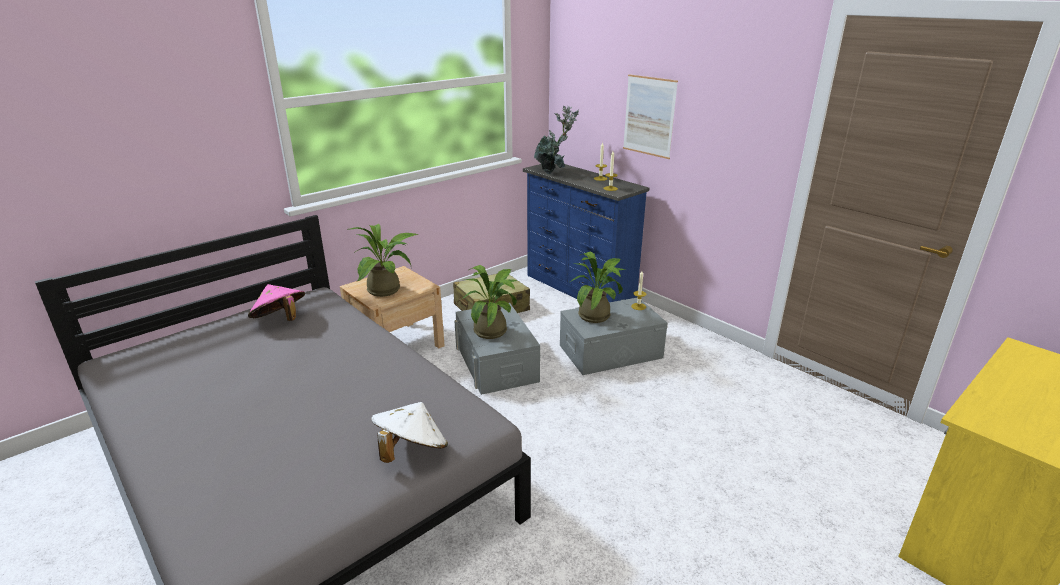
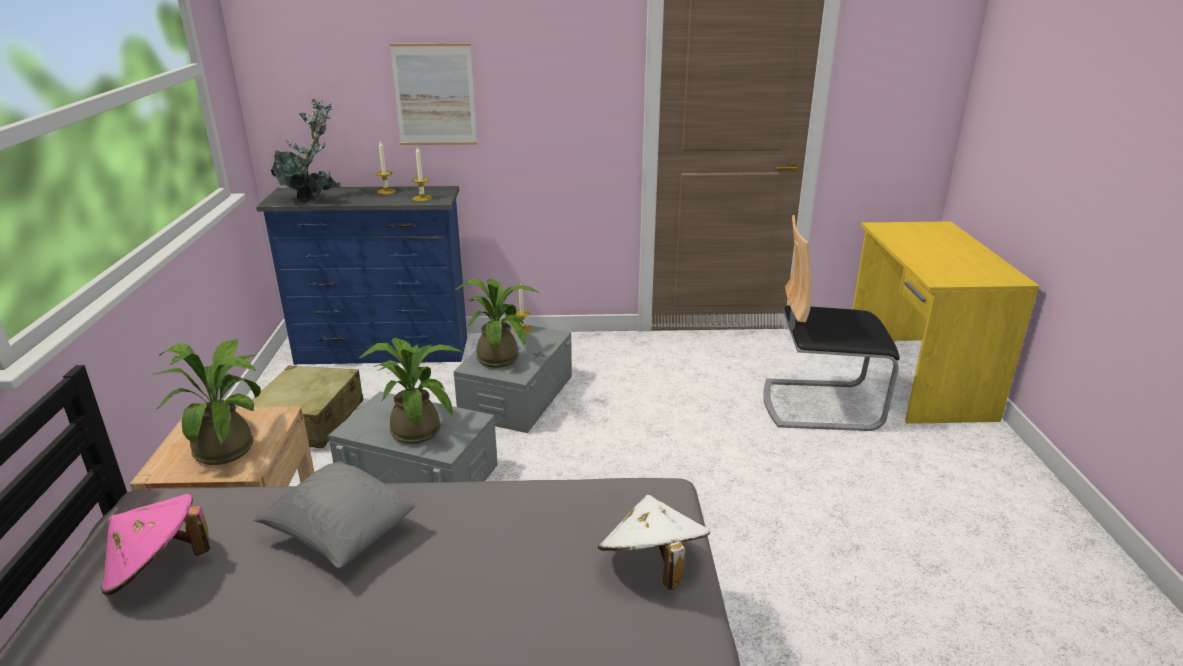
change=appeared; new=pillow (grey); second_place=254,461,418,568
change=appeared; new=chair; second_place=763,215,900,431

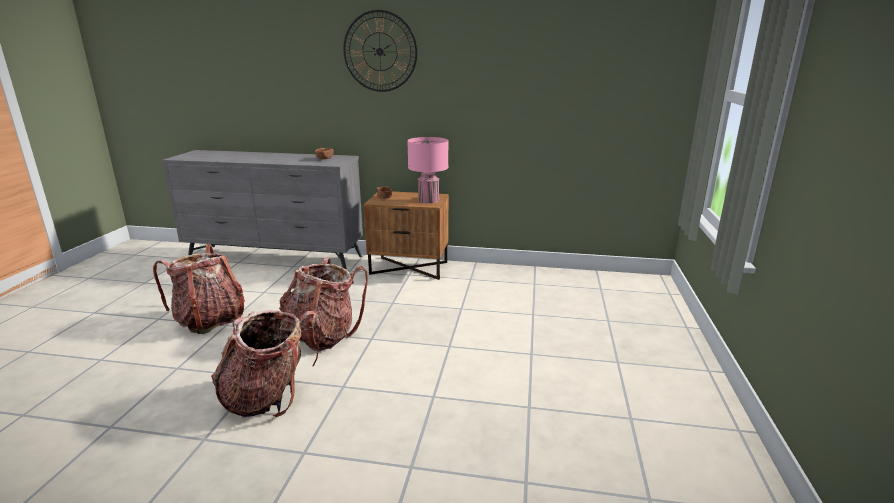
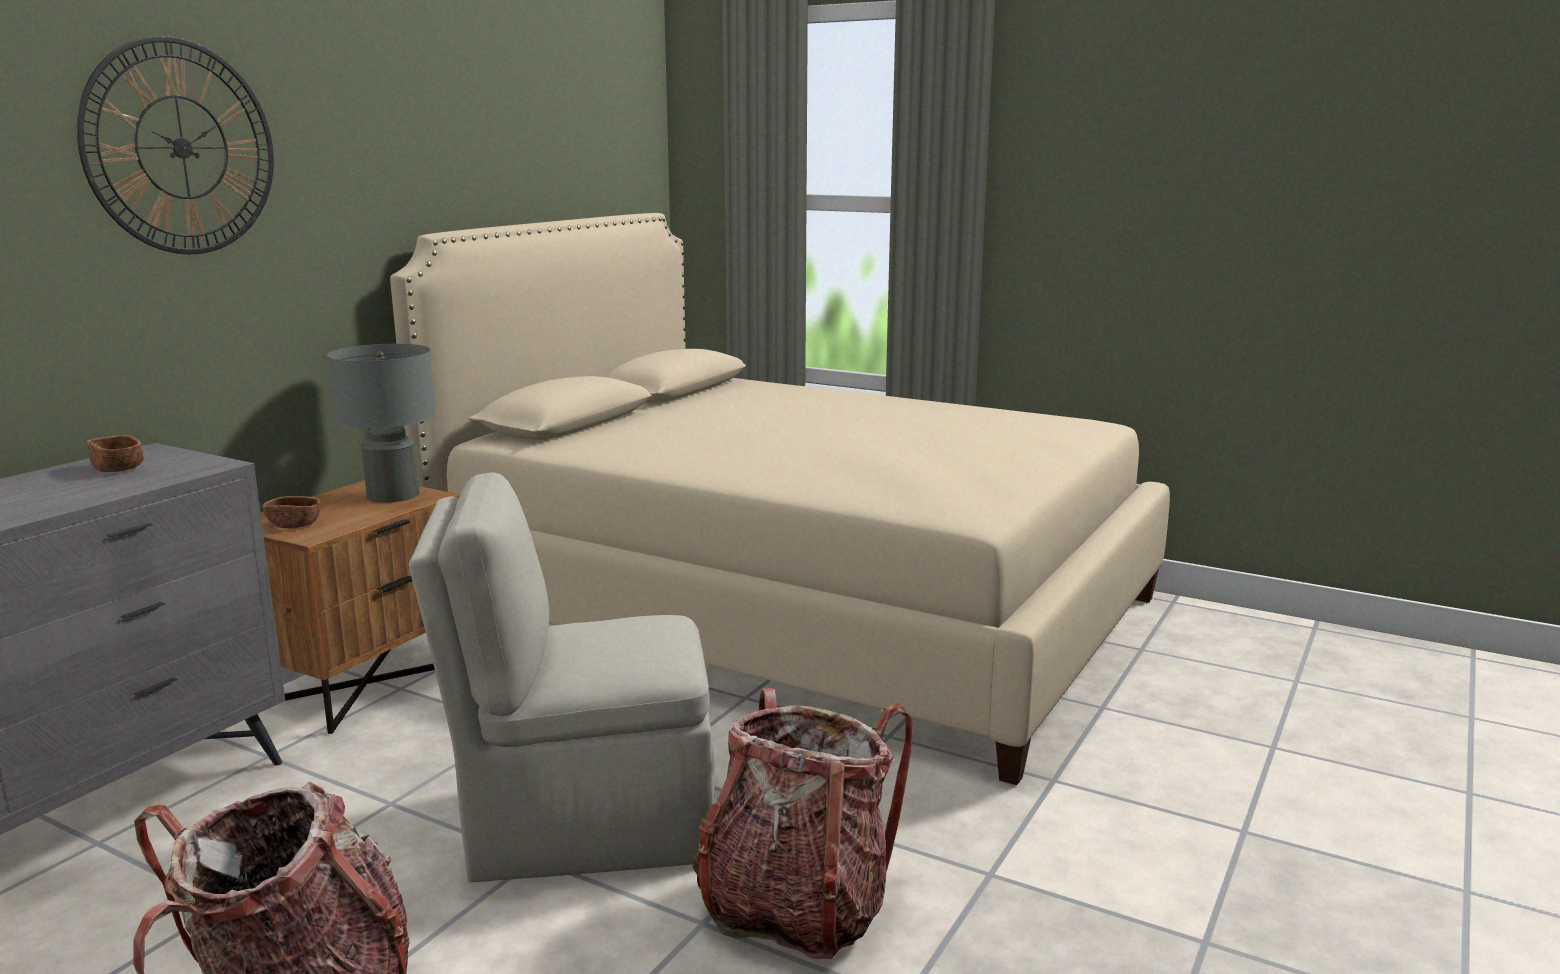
change=colour; old=table lamp (pink); new=table lamp (grey); first_place=407,137,448,204; second_place=327,344,436,503
change=appeared; new=bed (beige); second_place=390,213,1170,785
change=exchanged; old=backpack; new=chair (beige); first_place=279,257,368,352; second_place=409,472,715,882

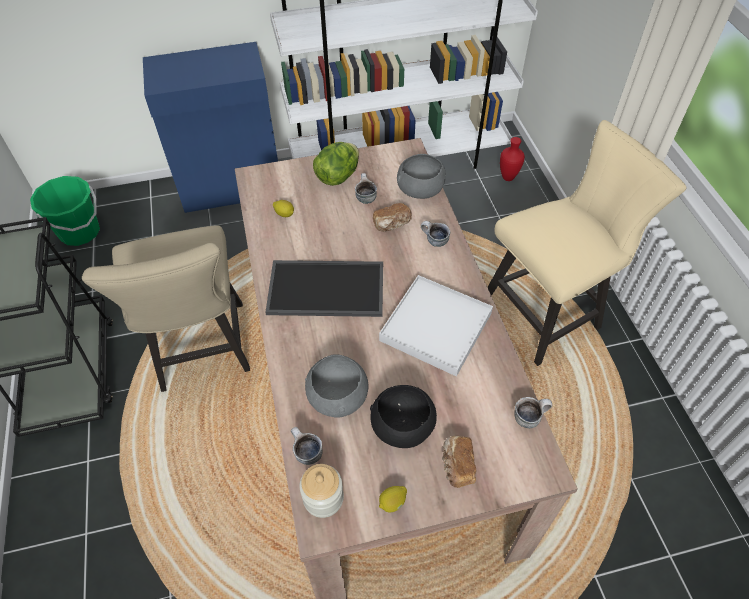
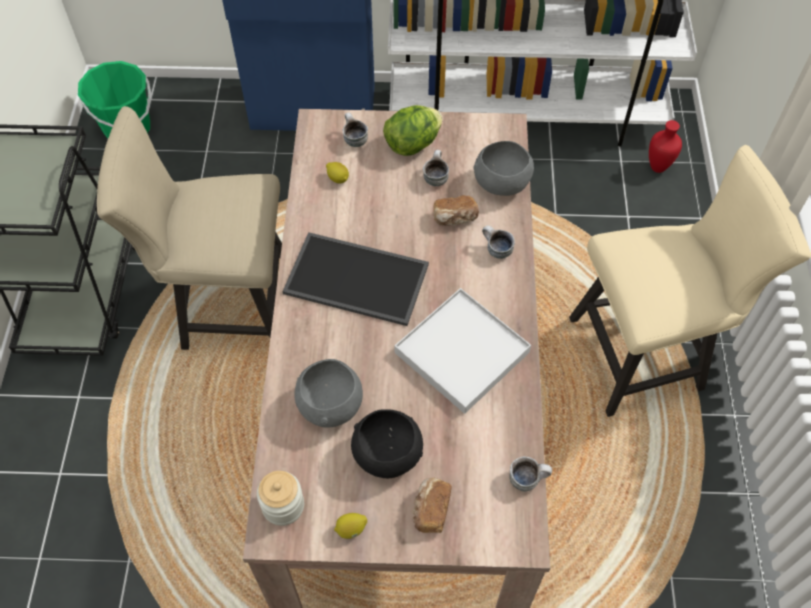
change=spun; old=chair (beige); first_place=82,225,250,392; second_place=97,106,282,350; degrees=90
change=relocated; old=mug; first_place=291,427,323,465; second_place=343,113,368,147

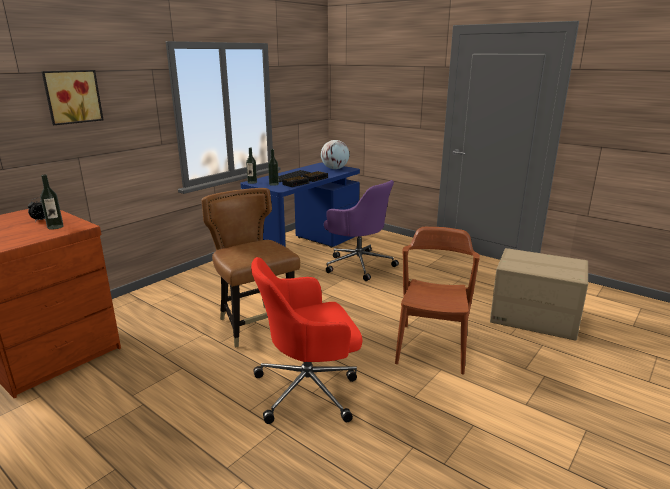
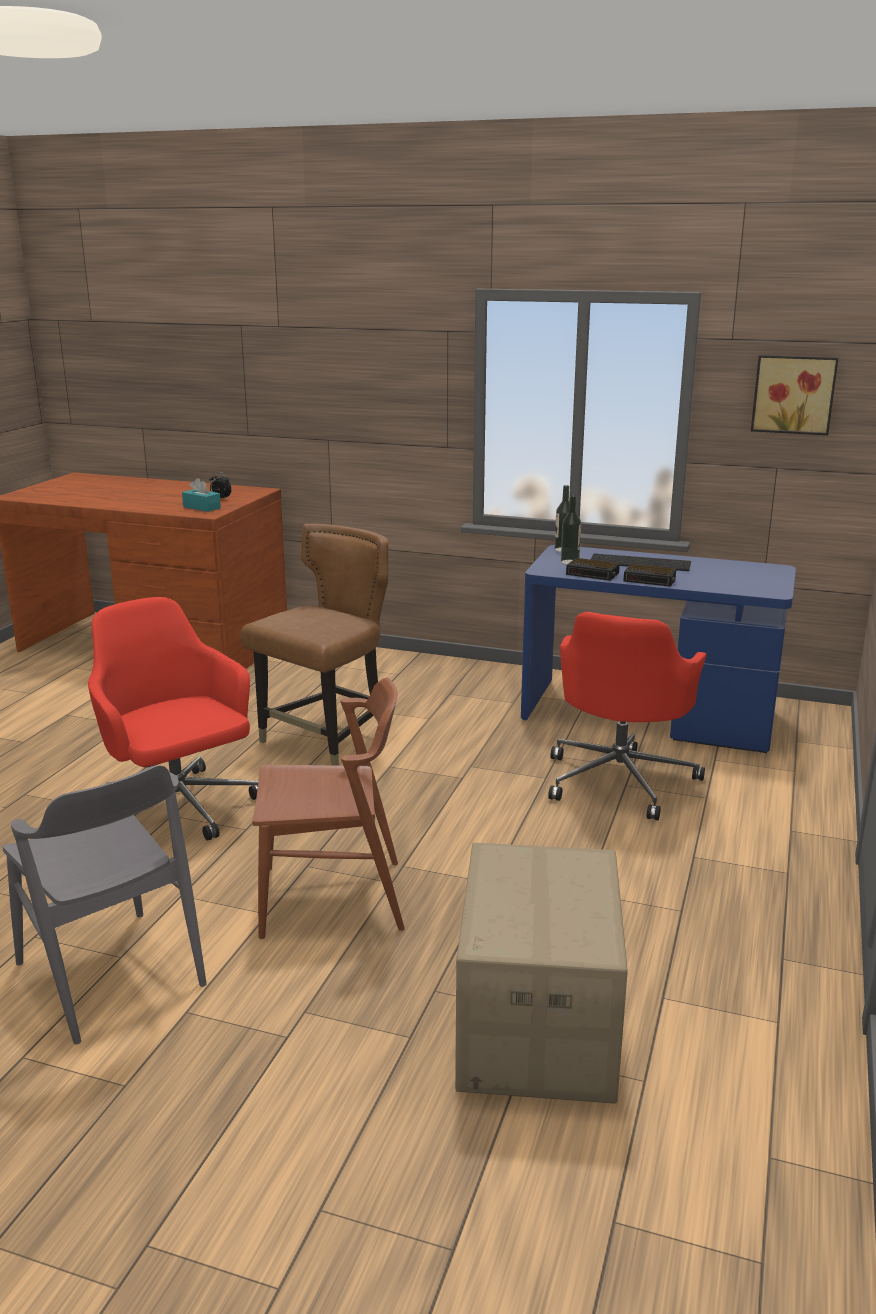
change=appeared; new=chair (grey); second_place=3,765,207,1044
change=exchanged; old=bottle; new=tissue box (turquoise); first_place=40,175,64,230; second_place=182,478,221,512
change=colour; old=office chair (purple); new=office chair (red); first_place=324,180,399,281; second_place=548,612,707,820
change=relocated; old=picture; first_place=41,70,103,125; second_place=751,355,838,435
change=missing; old=globe; first_place=321,140,349,169

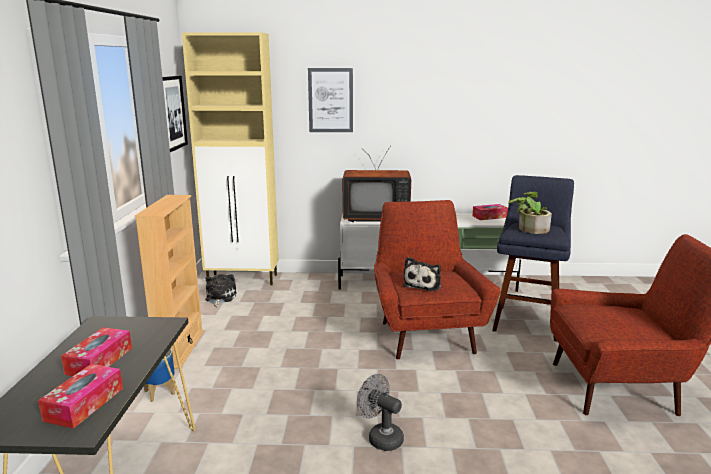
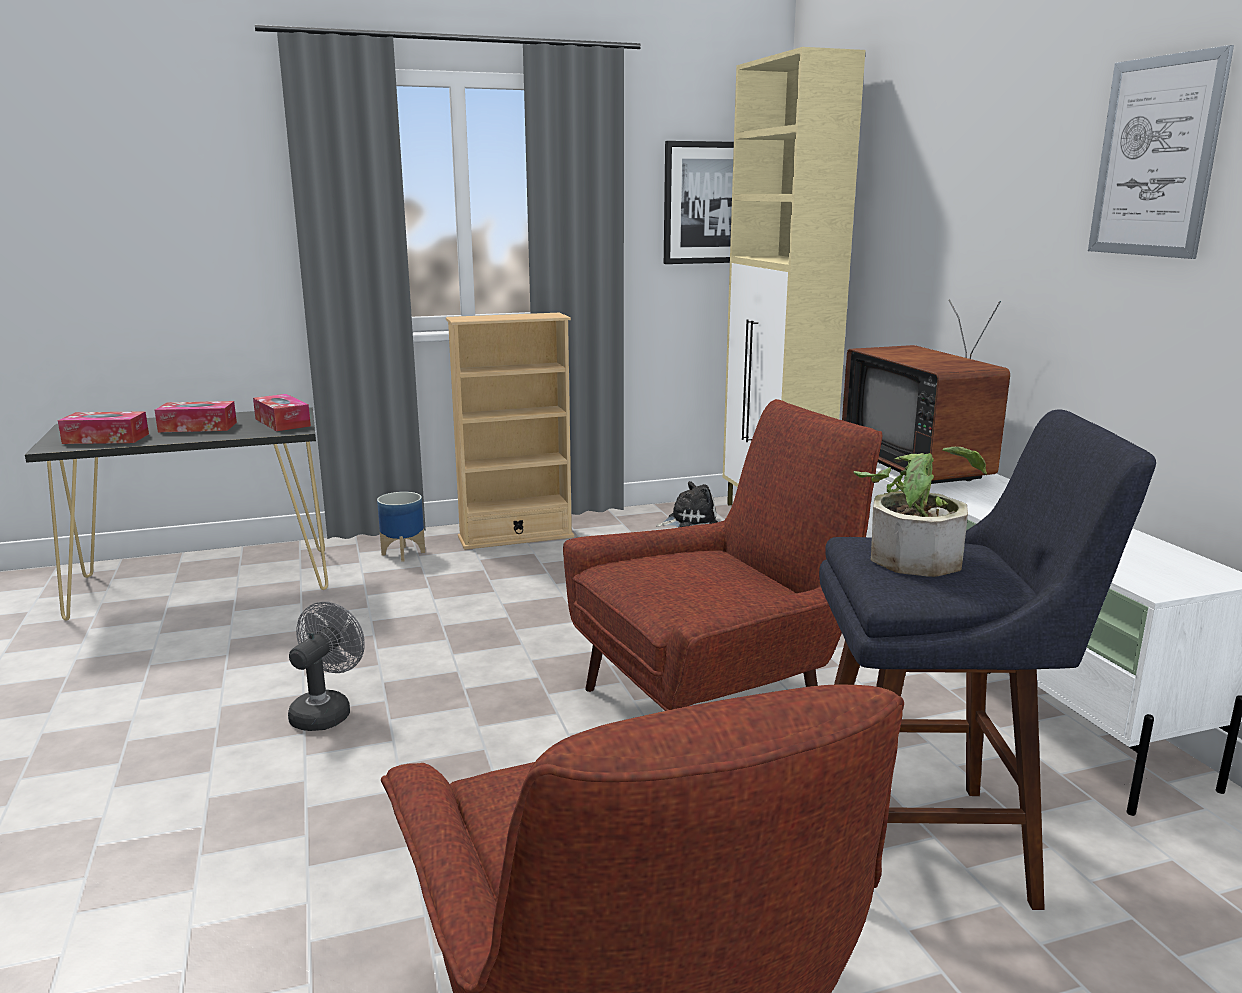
change=relocated; old=tissue box; first_place=473,204,508,220; second_place=253,394,311,431
change=relocated; old=picture; first_place=308,68,353,132; second_place=1088,45,1234,259
change=missing; old=plush toy; first_place=403,257,441,291

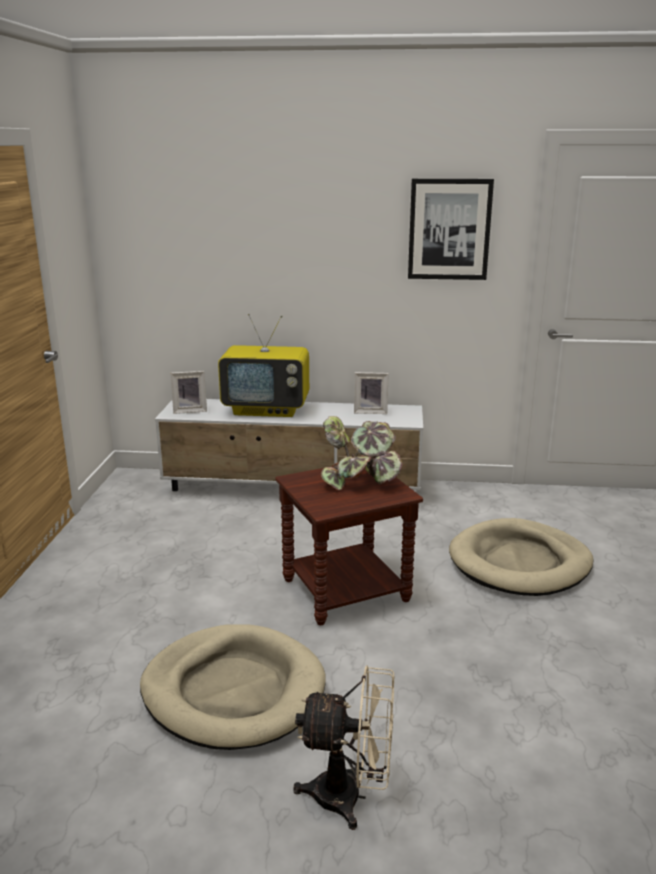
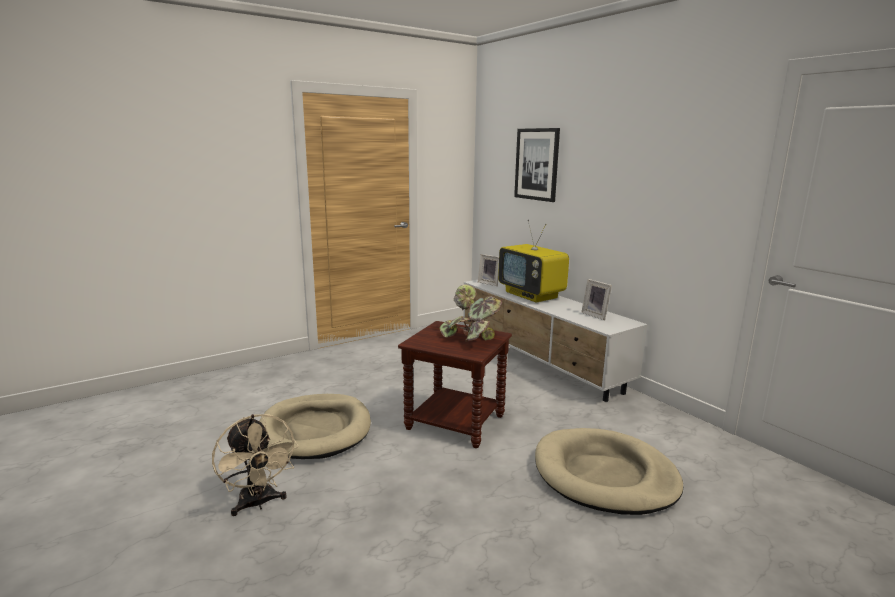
change=relocated; old=picture; first_place=408,179,494,280; second_place=514,128,560,202

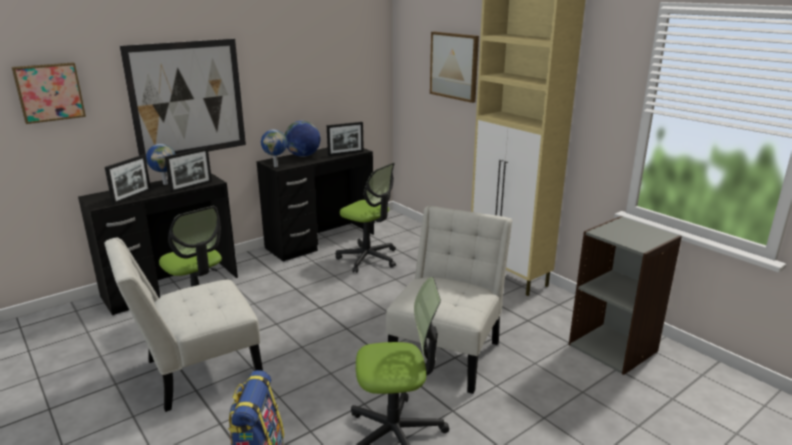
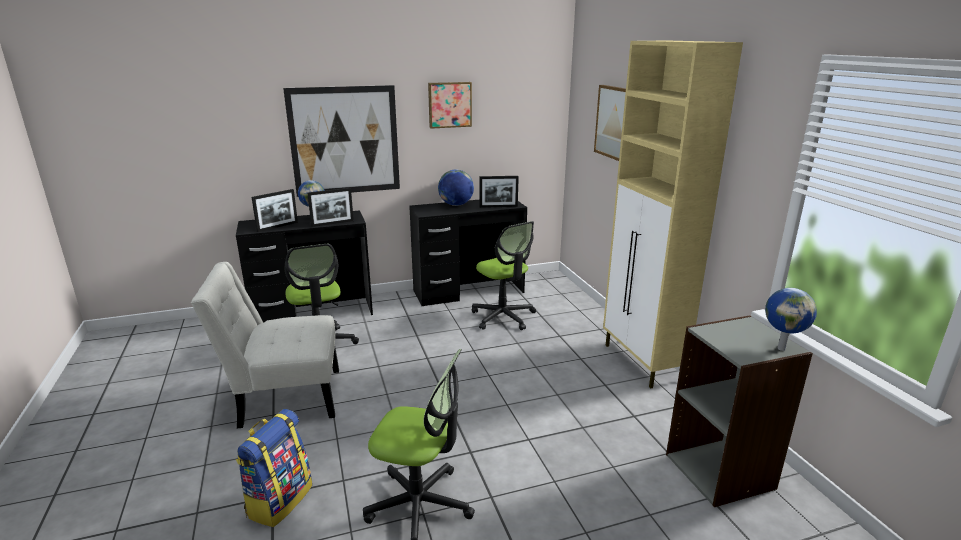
change=relocated; old=picture; first_place=12,62,86,124; second_place=428,82,472,129
change=relocated; old=globe; first_place=261,130,287,167; second_place=765,288,817,351
change=missing; old=chair (white); first_place=386,205,512,394

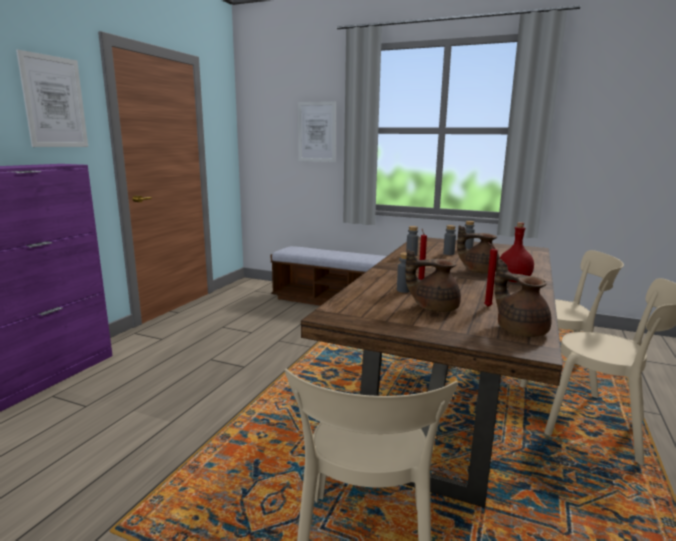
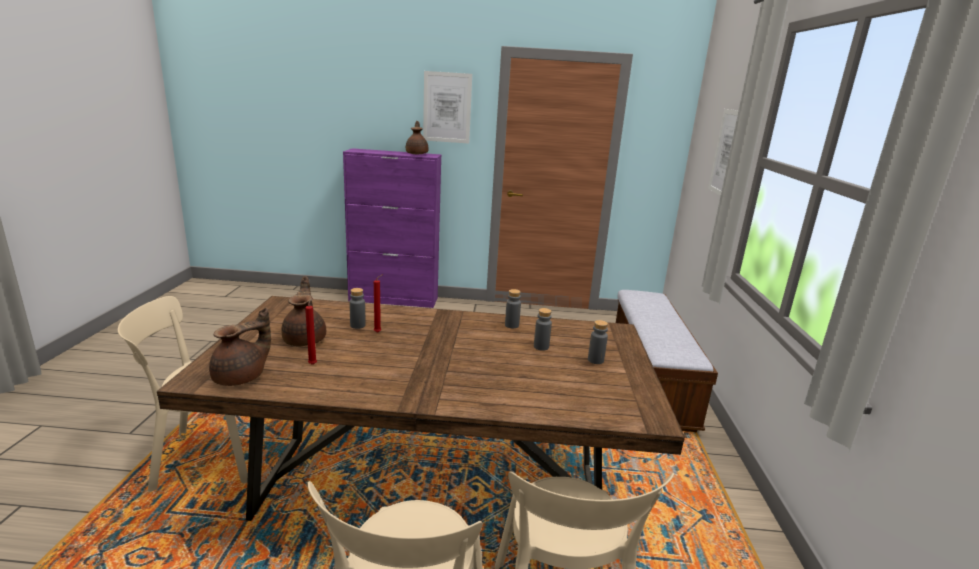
change=relocated; old=teapot (brown); first_place=457,225,500,273; second_place=406,121,428,154
change=missing; old=bottle (red); first_place=499,222,534,282

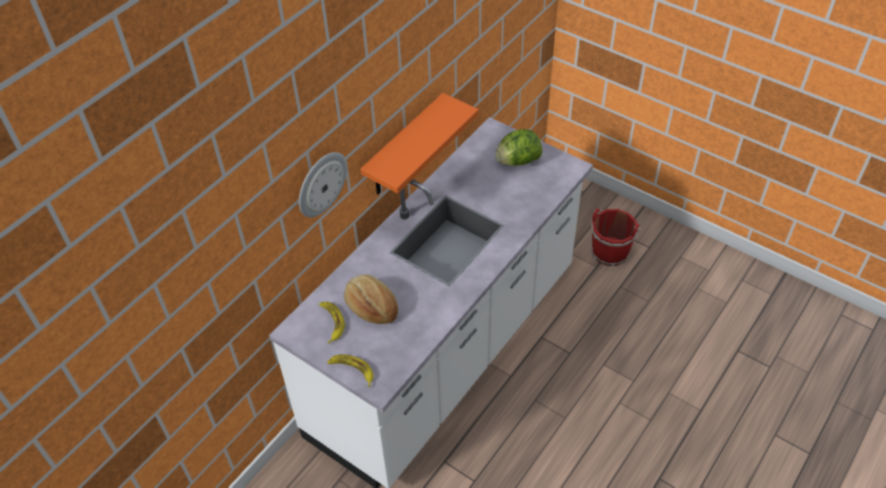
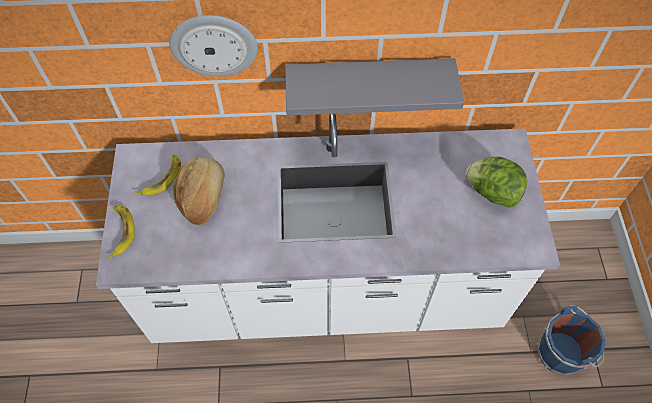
change=colour; old=shelf (orange); new=shelf (grey); first_place=360,93,479,194; second_place=285,58,464,115
change=colour; old=bucket (red); new=bucket (blue); first_place=591,208,641,266; second_place=536,305,606,375

